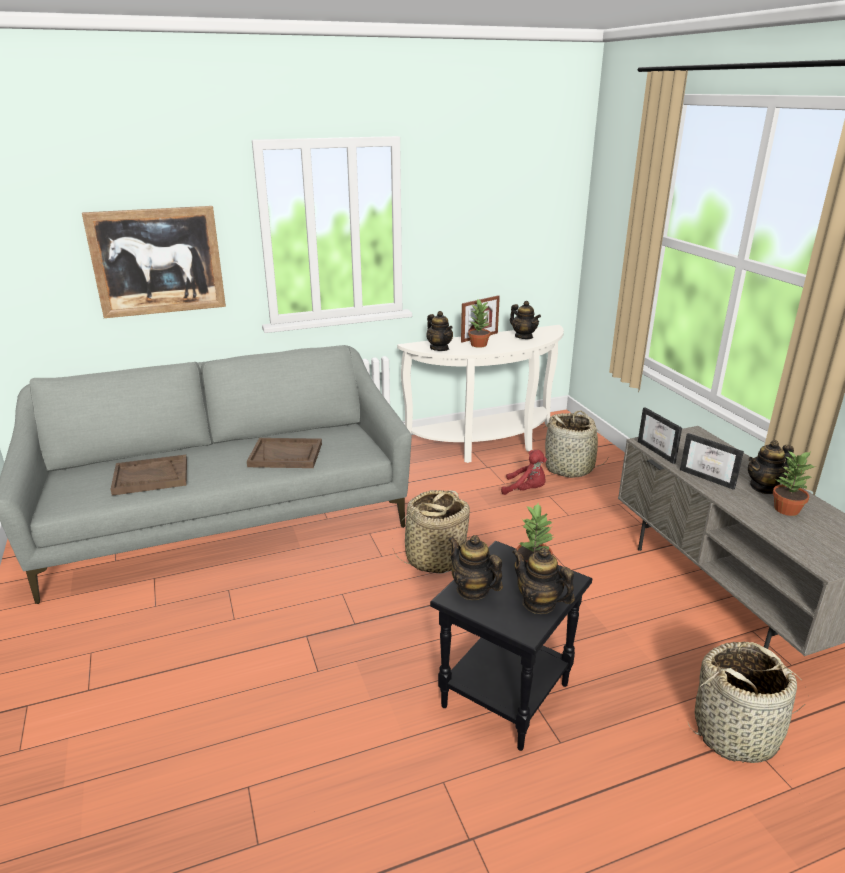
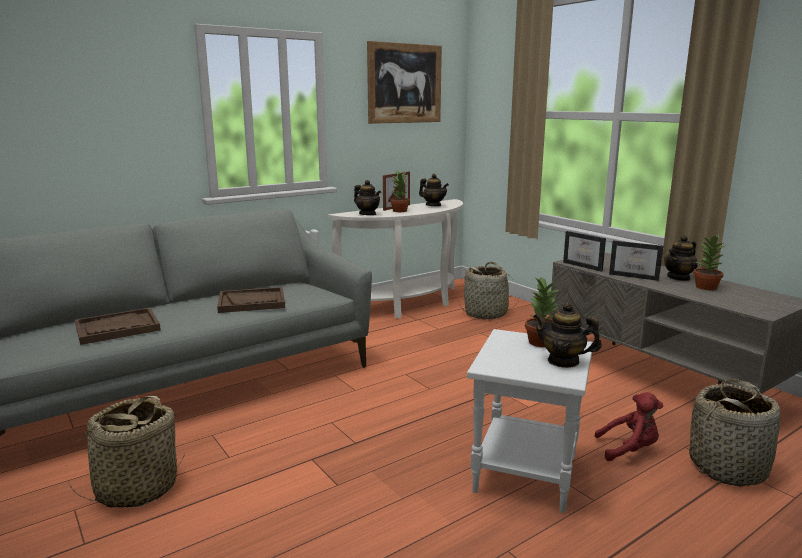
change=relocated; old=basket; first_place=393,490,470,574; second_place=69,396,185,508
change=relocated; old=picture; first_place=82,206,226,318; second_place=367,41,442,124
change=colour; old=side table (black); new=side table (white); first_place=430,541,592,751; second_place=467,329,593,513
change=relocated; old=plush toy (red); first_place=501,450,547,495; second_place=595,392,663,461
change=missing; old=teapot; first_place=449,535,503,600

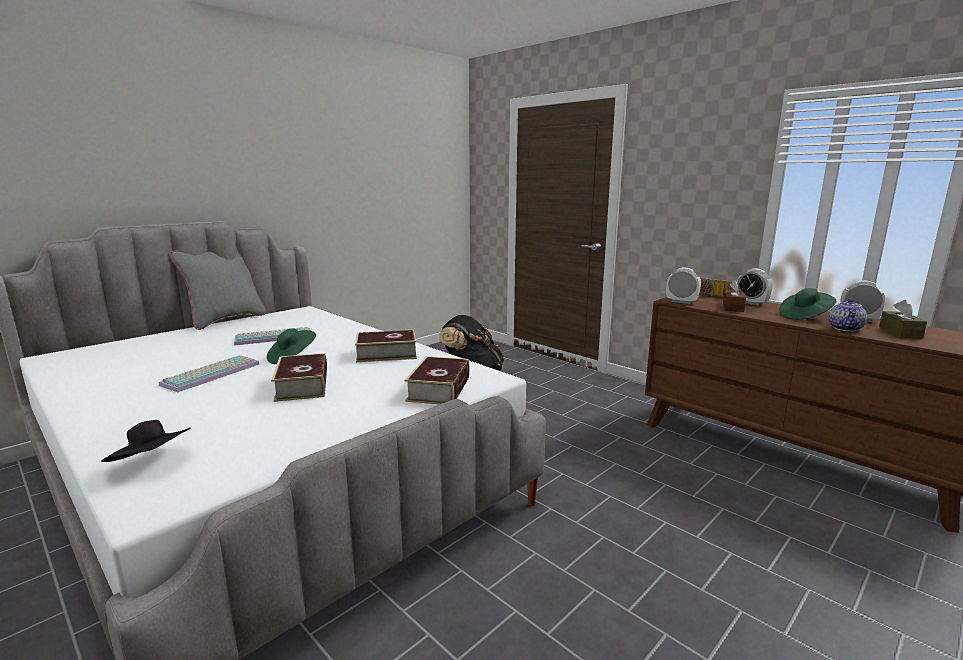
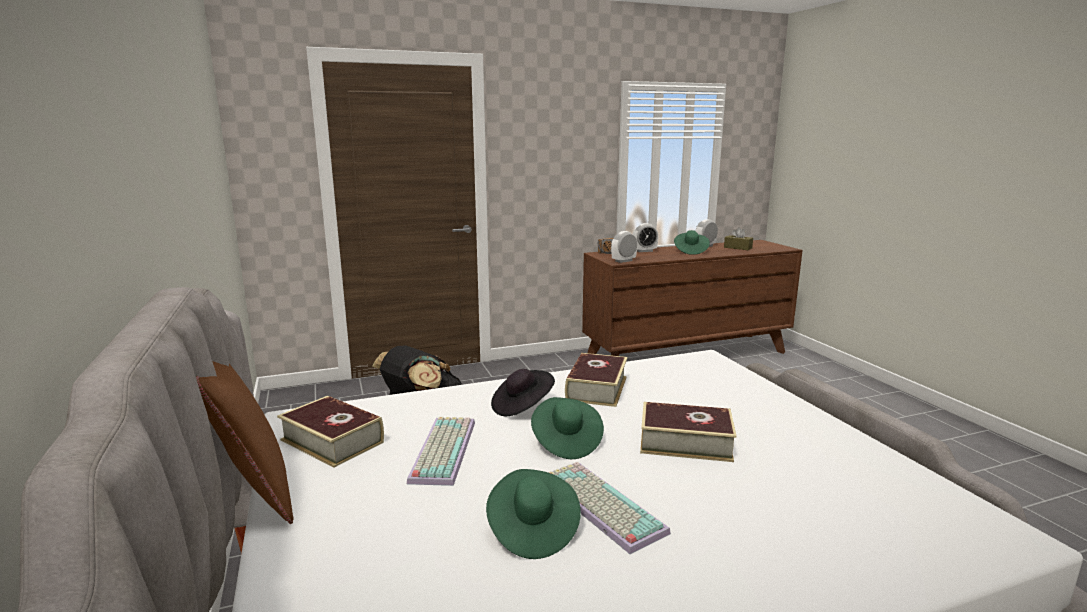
change=colour; old=pillow (grey); new=pillow (brown); first_place=169,250,266,330; second_place=196,361,293,524
change=relocated; old=book; first_place=404,356,470,404; second_place=277,396,384,467
change=appeared; new=hat (green); second_place=486,469,581,559
change=relocated; old=hat (black); first_place=101,420,191,462; second_place=491,369,555,416
change=missing; old=tissue box (brown); first_place=723,280,746,312
change=missing; old=teapot; first_place=829,299,867,332

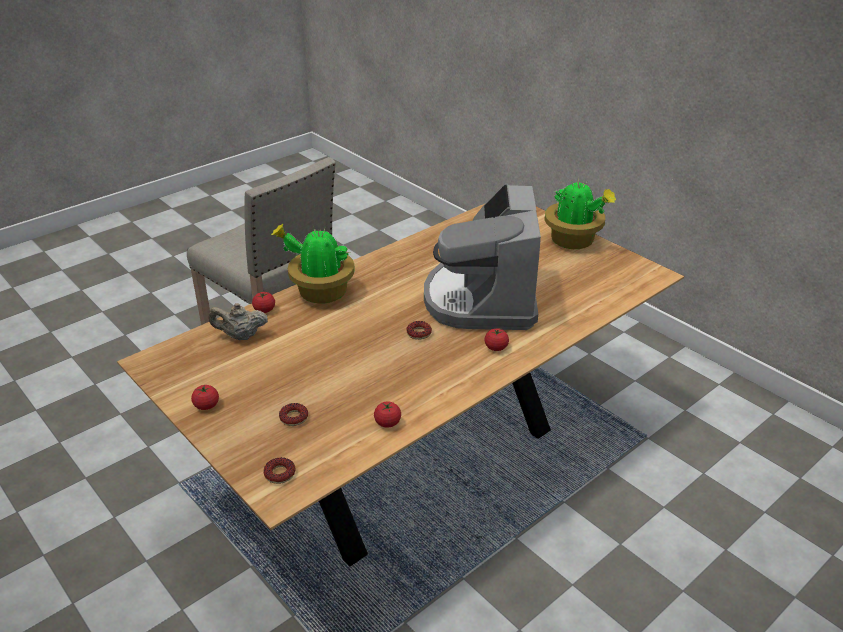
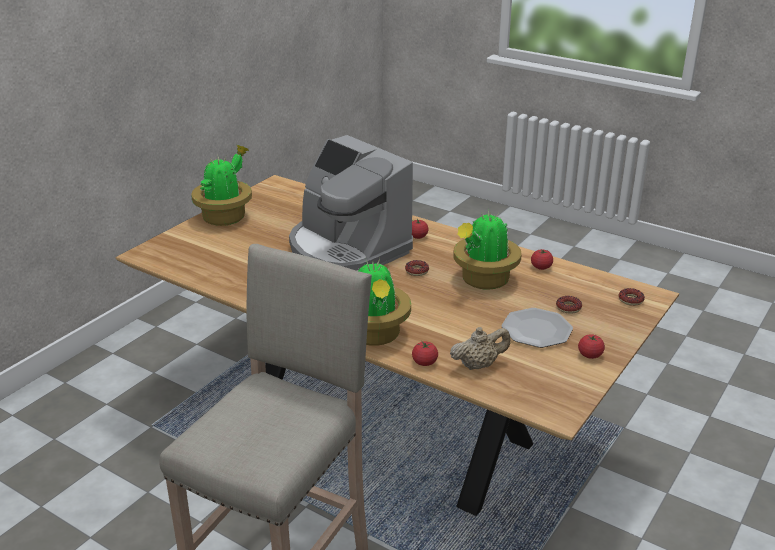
change=spun; old=coffee machine; first_place=424,184,541,330; second_place=289,135,413,271; degrees=60
change=spun; old=teapot (beige); first_place=209,303,268,340; second_place=450,327,511,370; degrees=-90
change=appeared; new=potted plant; second_place=453,207,522,290
change=appeared; new=plate; second_place=502,308,573,348

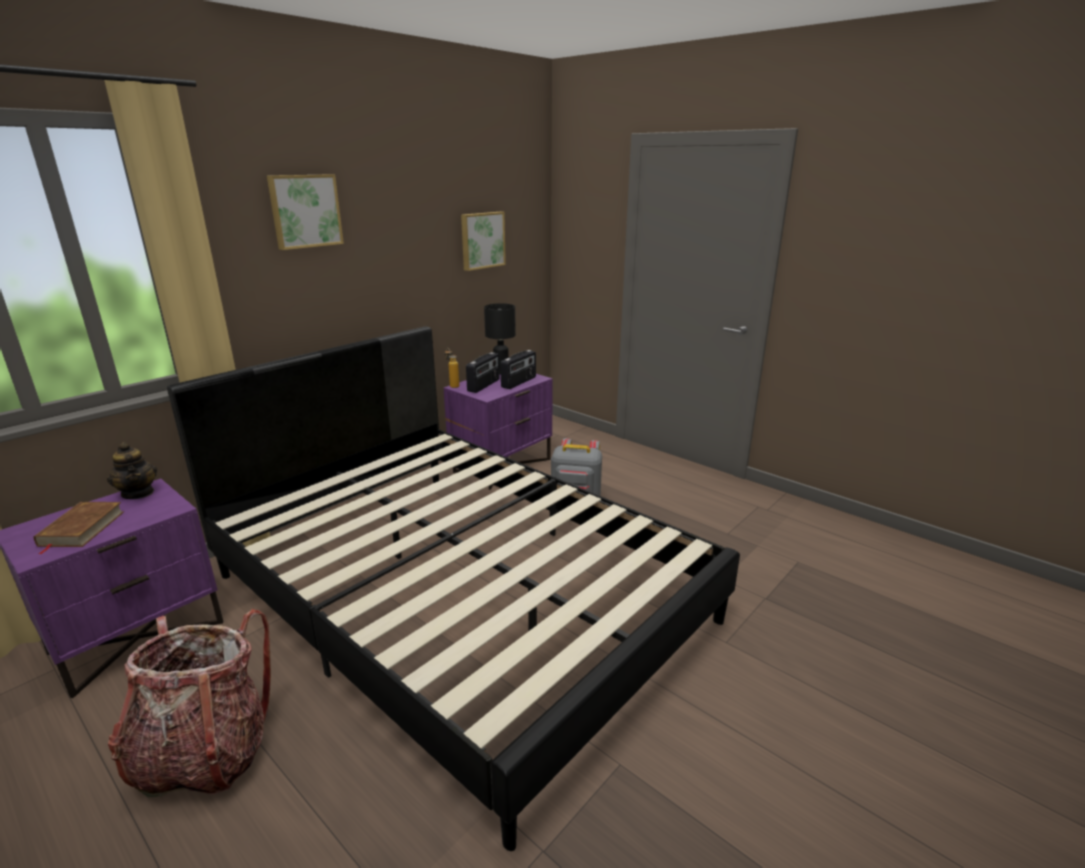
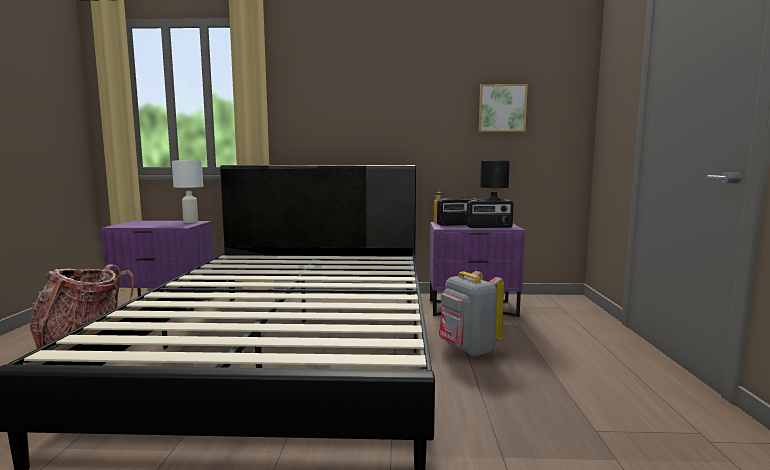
change=exchanged; old=teapot; new=table lamp (white); first_place=107,442,157,499; second_place=172,161,203,223
change=missing; old=book (brown); first_place=34,502,124,554
change=missing; old=picture; first_place=267,174,344,250

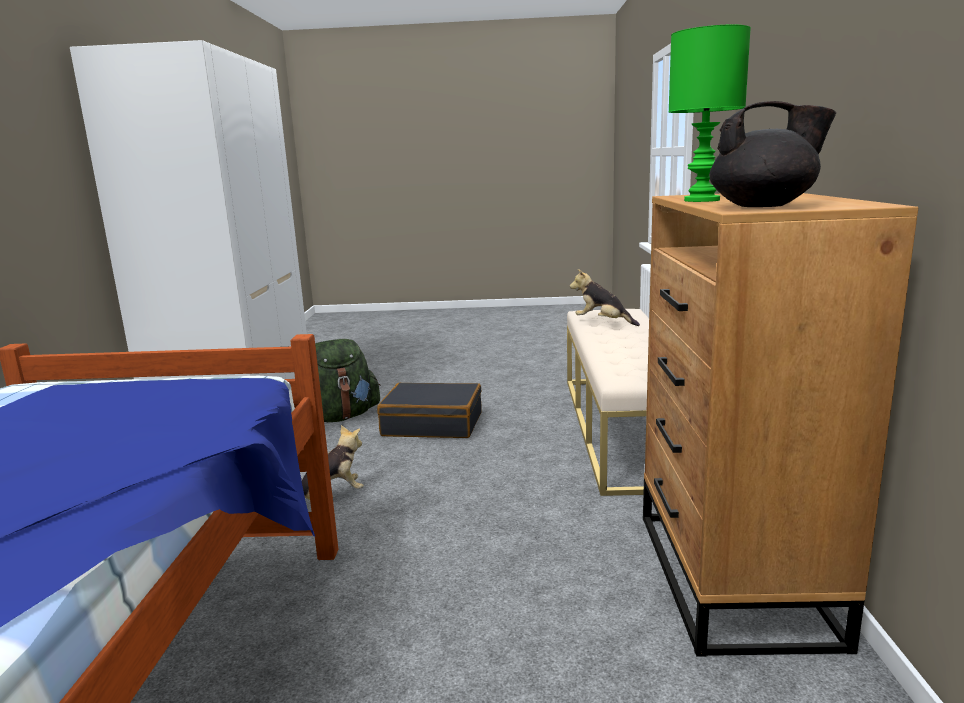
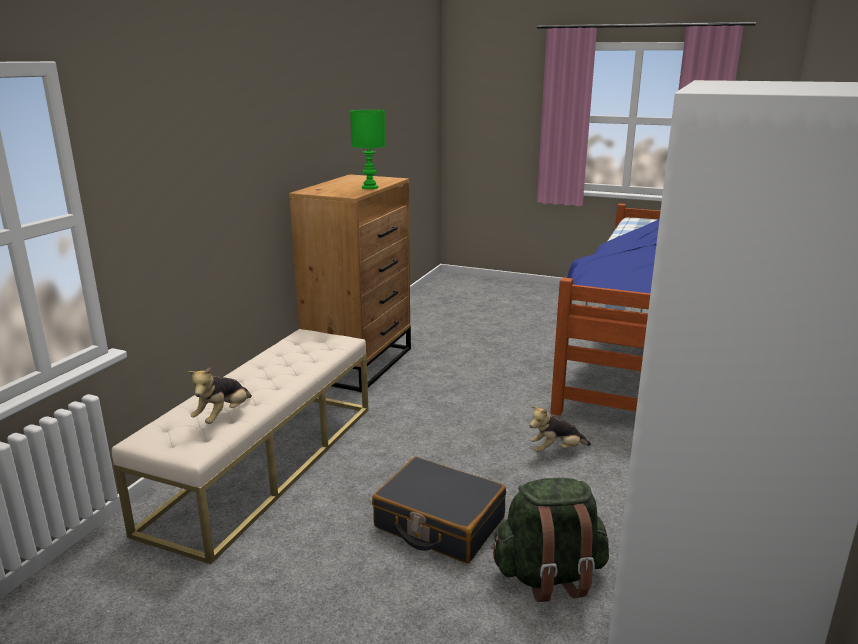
change=spun; old=plush toy; first_place=570,269,640,326; second_place=188,367,252,424; degrees=60
change=missing; old=teapot (black); first_place=710,101,836,207

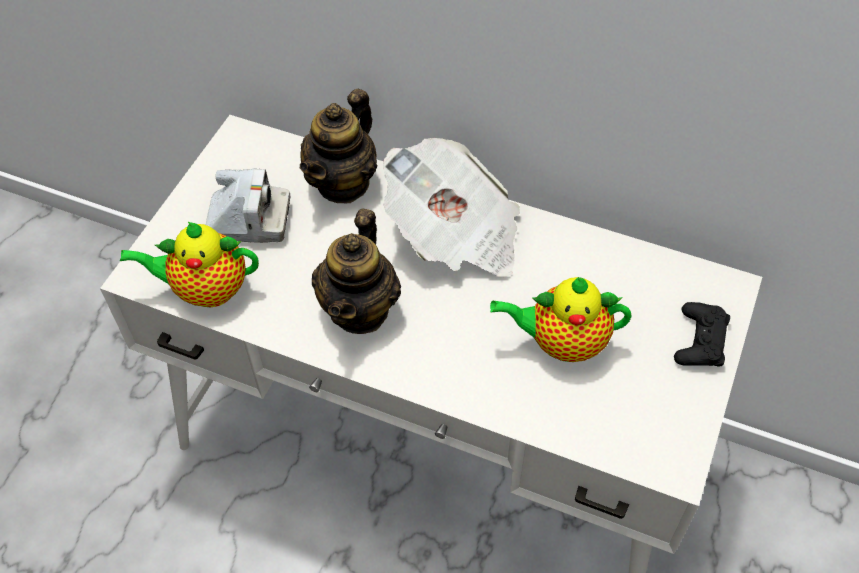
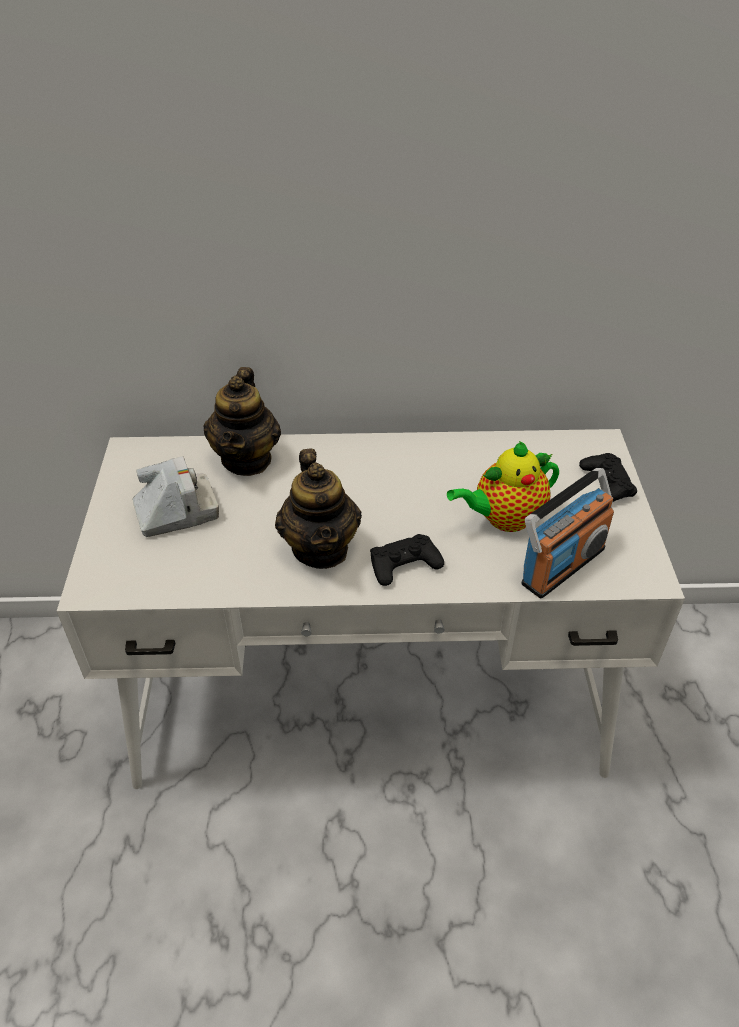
change=appeared; new=game controller (black); second_place=370,534,444,586
change=appeared; new=radio; second_place=521,468,614,599
change=missing; old=teapot; first_place=120,222,259,307
change=missing; old=newspaper; first_place=383,138,520,277

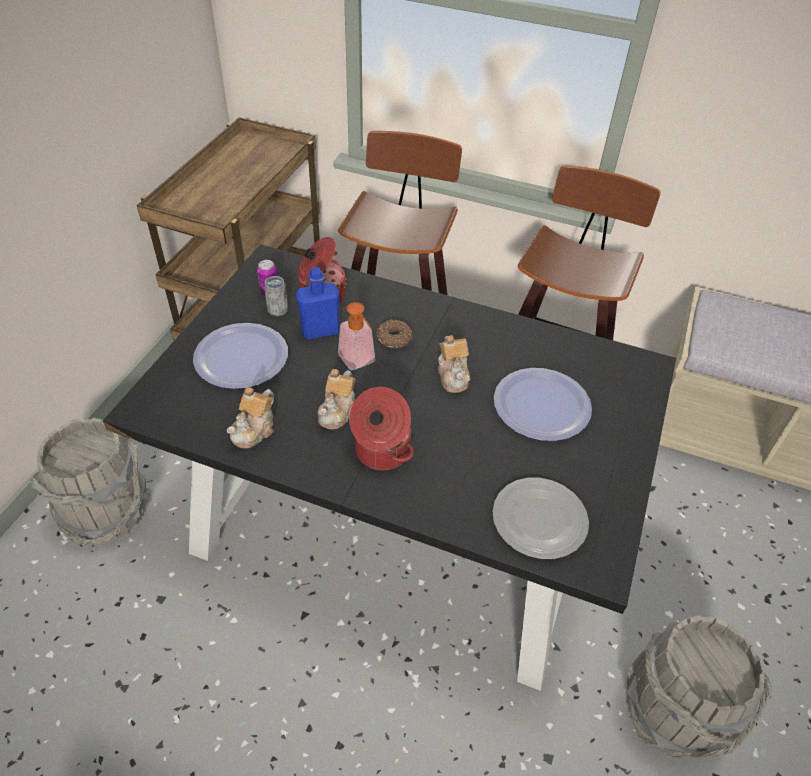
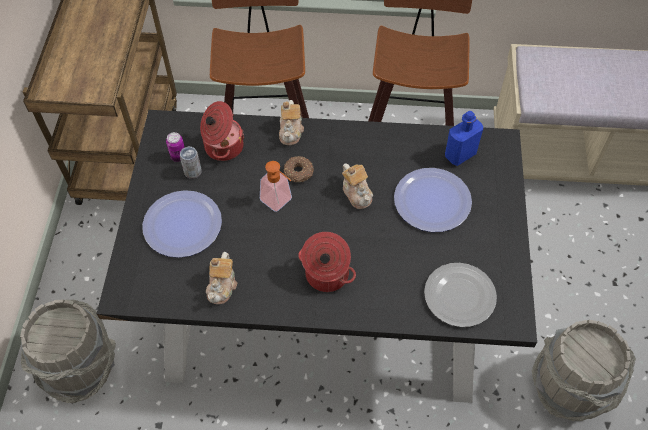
change=relocated; old=teapot; first_place=318,369,355,430; second_place=279,100,304,145
change=relocated; old=bottle (blue); first_place=296,267,340,340; second_place=445,111,483,166

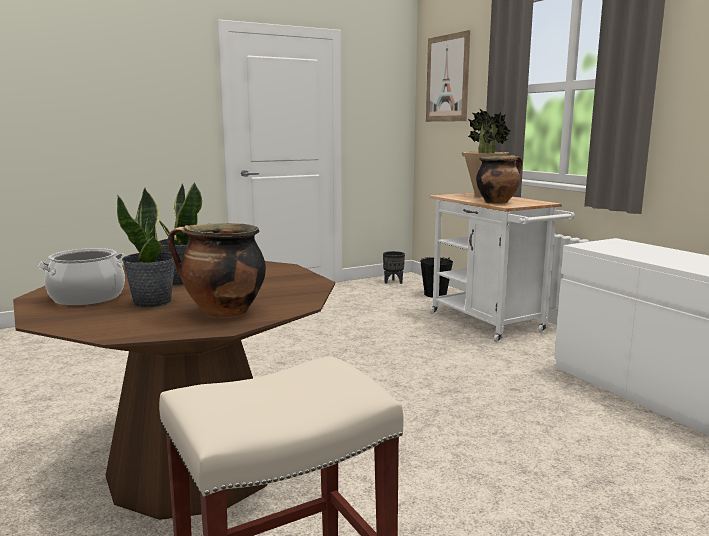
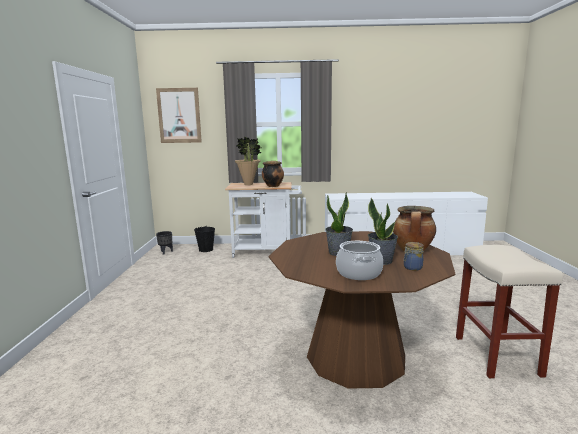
change=appeared; new=jar; second_place=404,242,424,271

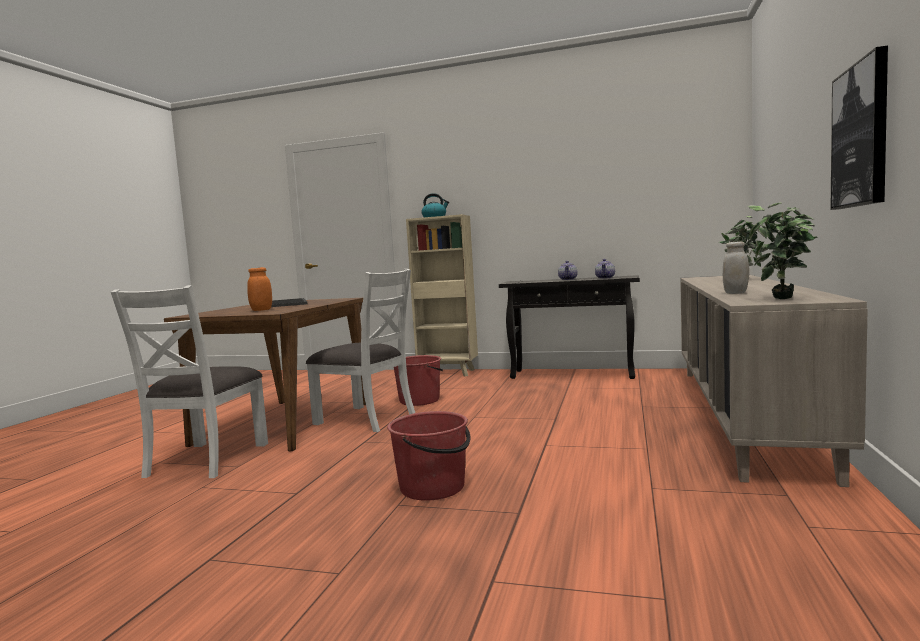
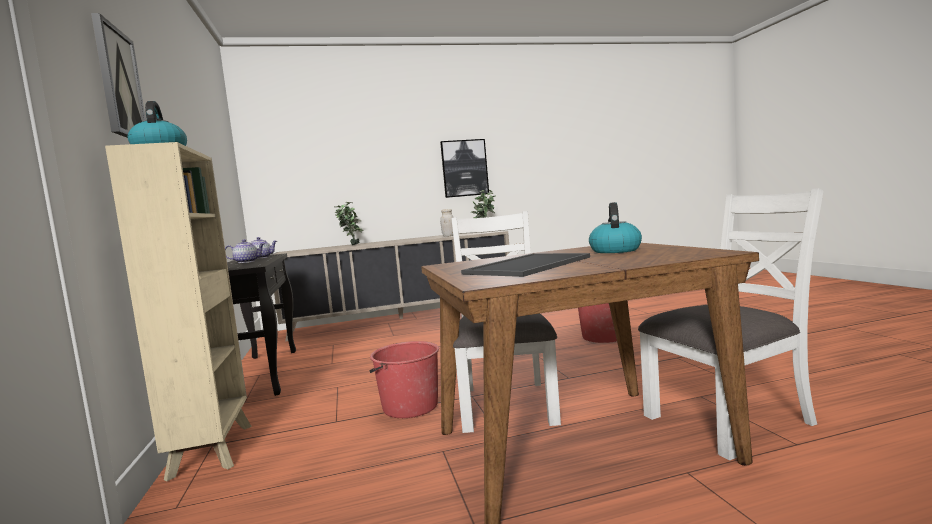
change=appeared; new=picture; second_place=91,13,146,138
change=exchanged; old=jar (orange); new=kettle; first_place=247,267,272,311; second_place=589,202,642,253

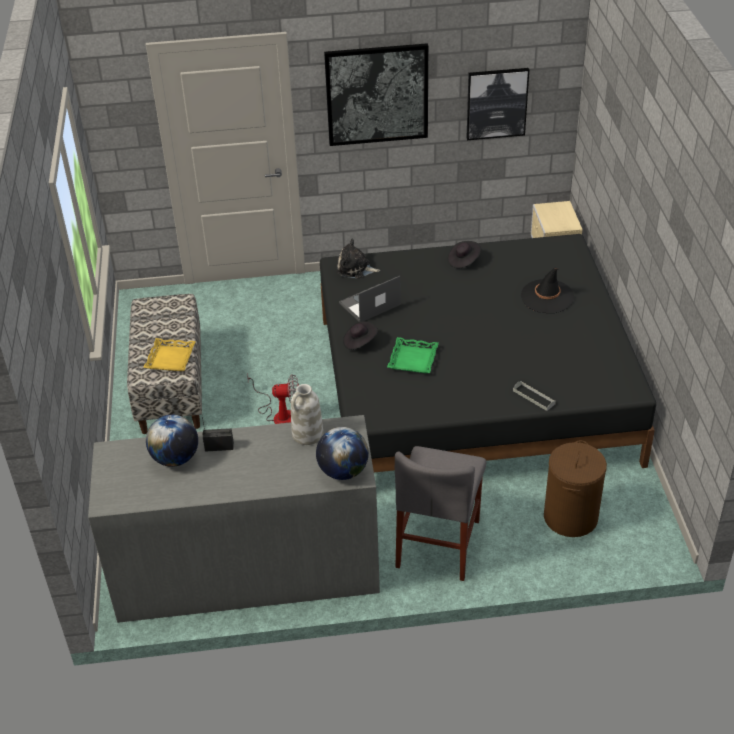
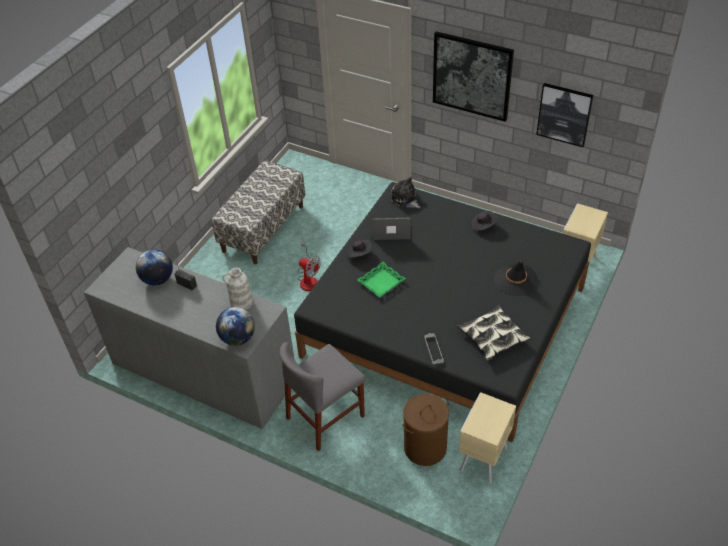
change=appeared; new=pillow; second_place=457,305,531,362
change=appeared; new=nightstand (beige); second_place=459,392,516,484
change=missing; old=tray (yellow); first_place=143,338,196,371

